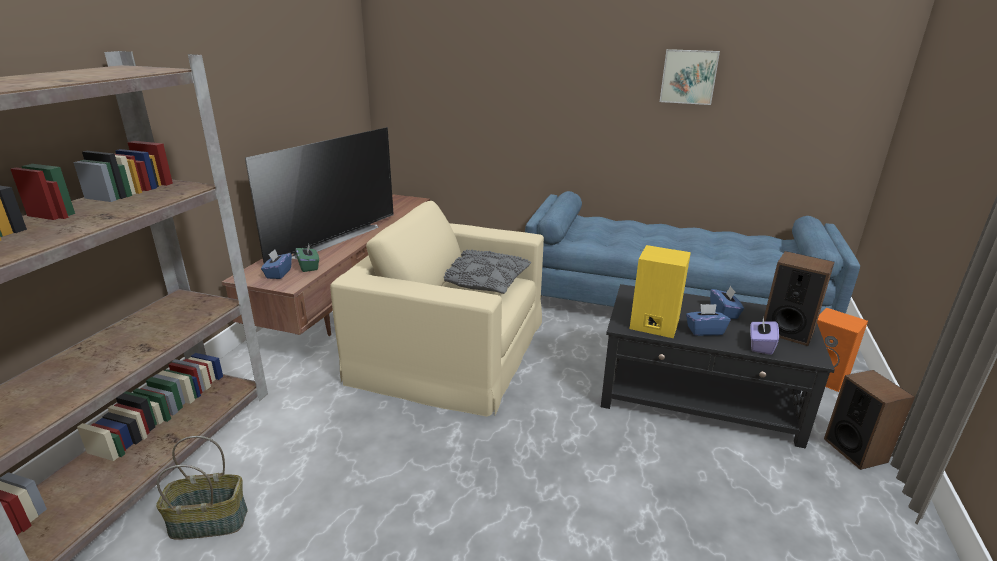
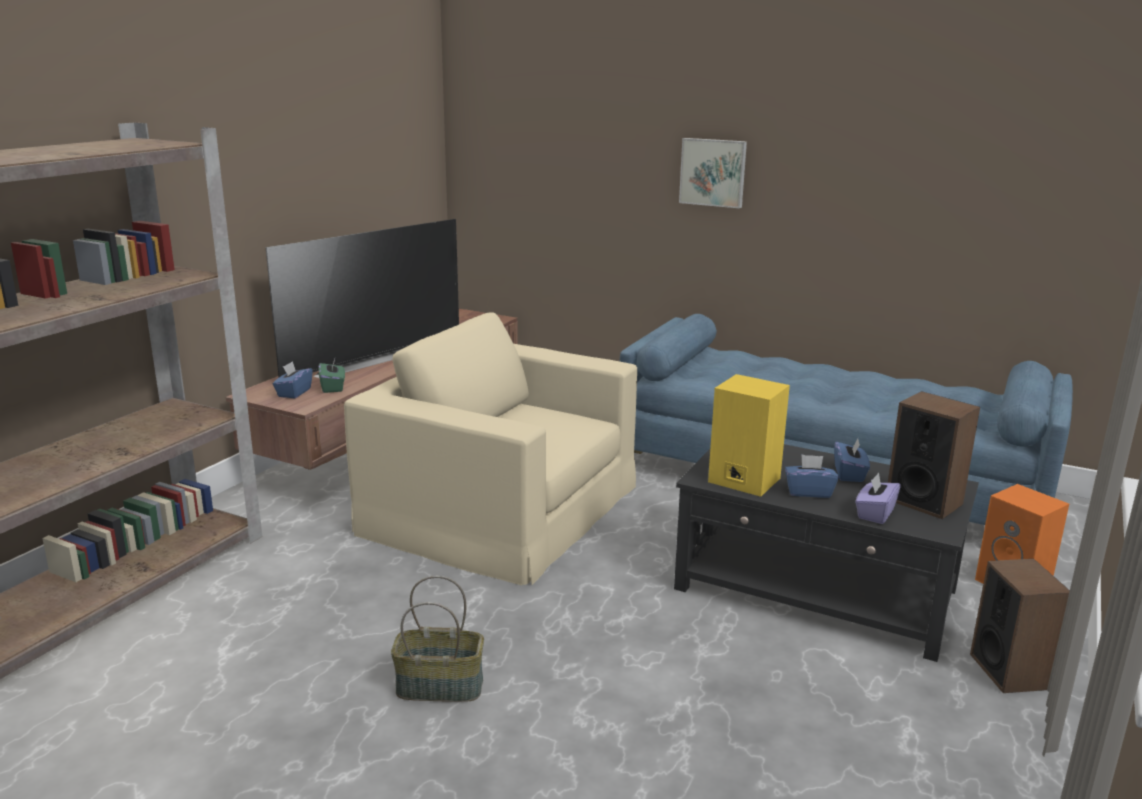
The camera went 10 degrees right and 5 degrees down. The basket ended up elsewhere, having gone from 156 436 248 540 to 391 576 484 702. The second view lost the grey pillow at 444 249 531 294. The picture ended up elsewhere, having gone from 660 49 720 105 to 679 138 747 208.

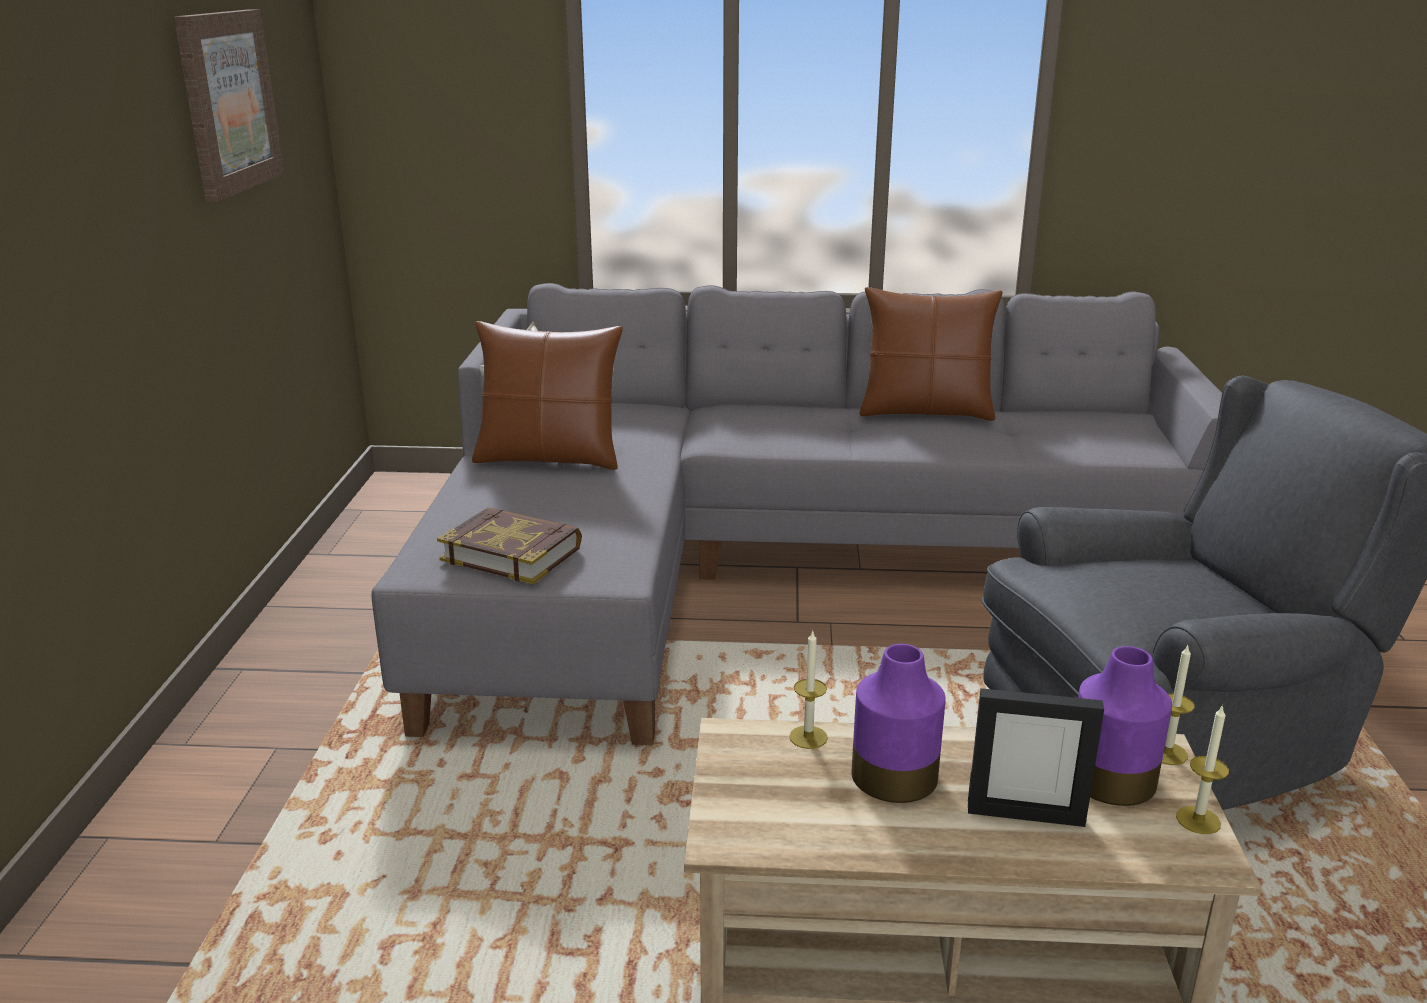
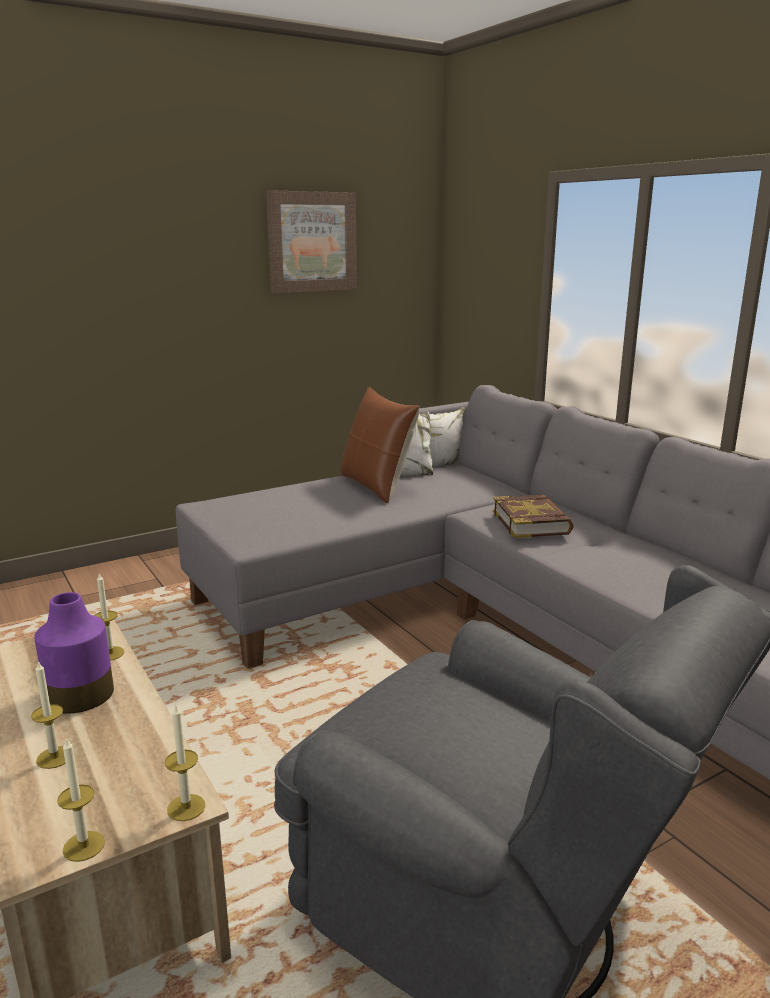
The camera went 55 degrees right and 5 degrees down. The book ended up elsewhere, having gone from 437 507 582 584 to 493 495 574 538. The second view lost the brown pillow at 859 287 1003 421. Where the picture frame stood at 968 688 1104 827, the candle came to stand at 31 660 66 769. The second view lost the purple vase at 1078 646 1172 806.

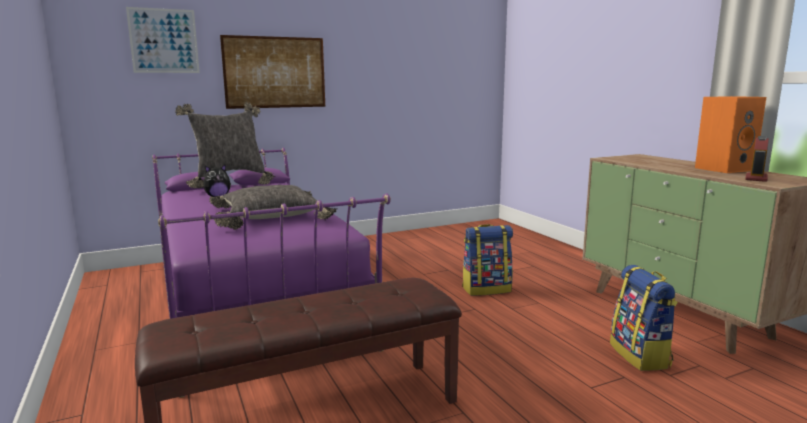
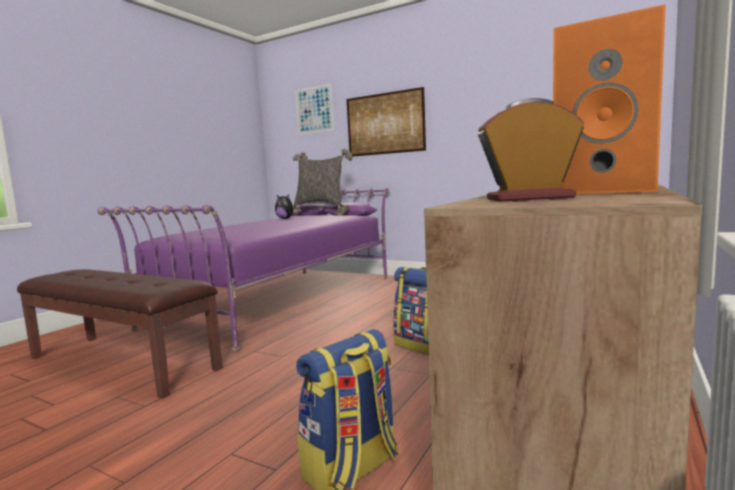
The camera went 55 degrees right and 5 degrees down. The second view lost the pillow at 209 185 337 230.

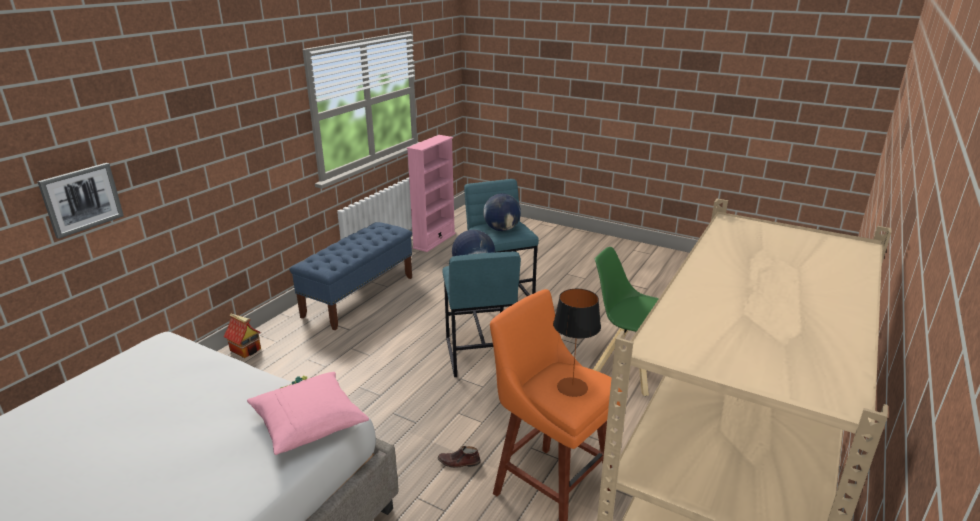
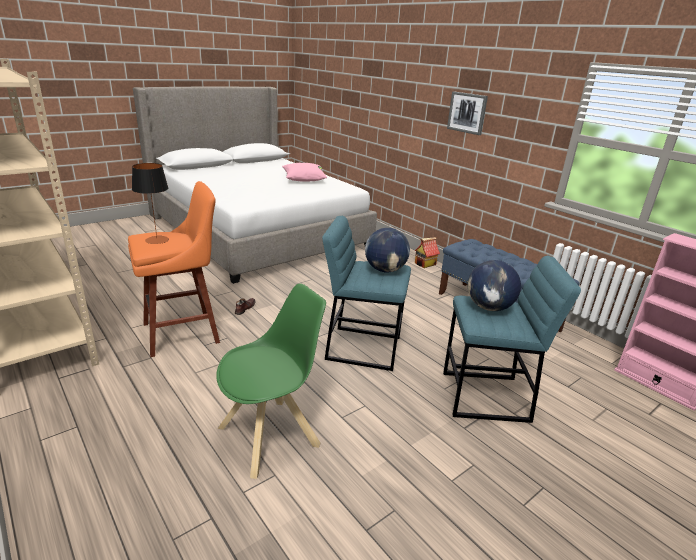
The camera went 110 degrees right and 0 degrees up. The picture ended up elsewhere, having gone from 37 163 124 239 to 447 91 488 135. The pink pillow ended up elsewhere, having gone from 247 372 369 455 to 282 163 327 182.

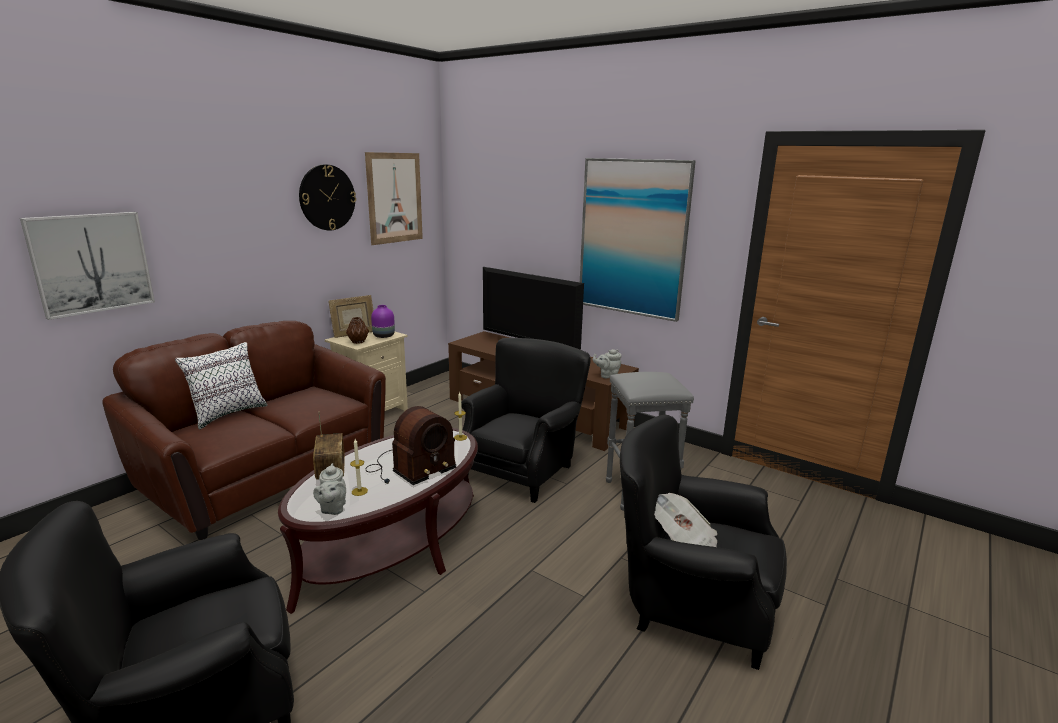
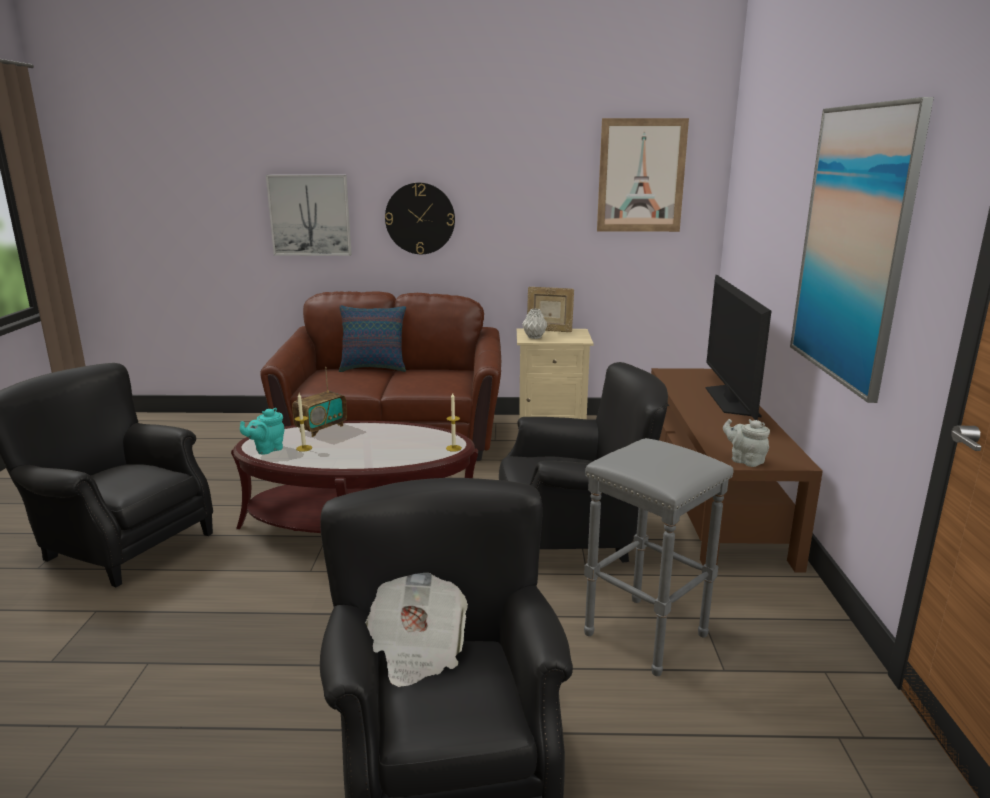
The camera went 55 degrees right and 0 degrees up. What was the white pillow at 175 342 268 429 turned into the blue pillow at 339 305 406 372. The wall clock ended up elsewhere, having gone from 299 164 356 230 to 385 183 455 254. What was the grey teapot at 313 463 346 515 turned into the turquoise teapot at 240 408 284 454. What was the brown vase at 346 317 369 344 turned into the grey vase at 522 308 548 339. The second view lost the radio at 366 406 456 485. The second view lost the purple vase at 371 305 395 338.

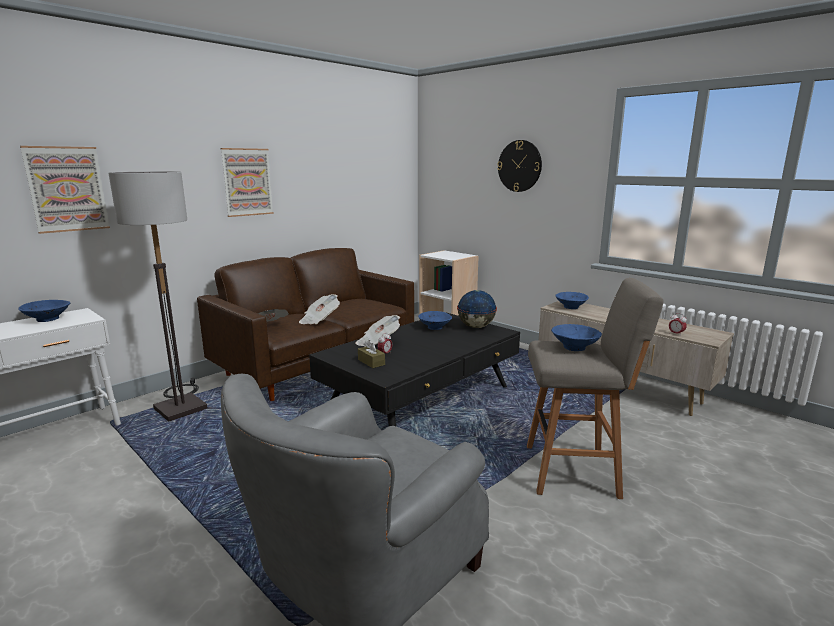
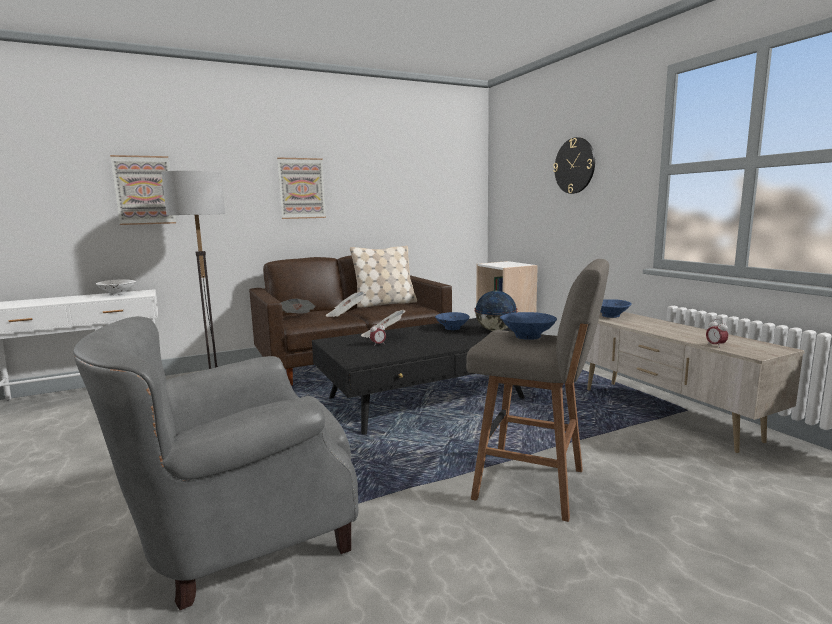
The camera went 20 degrees right and 5 degrees down. What was the blue bowl at 18 300 71 322 turned into the white bowl at 96 279 136 295. The second view lost the brown tissue box at 358 340 385 368. The second view gained the beige pillow at 350 246 417 308.

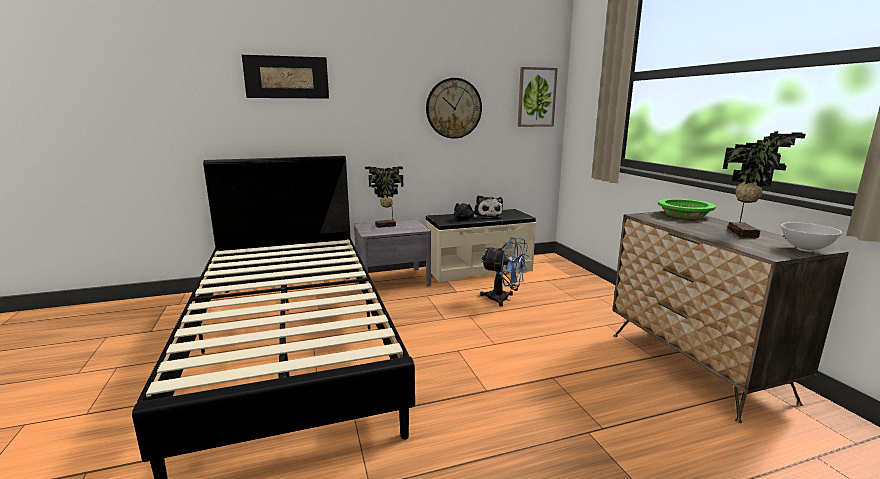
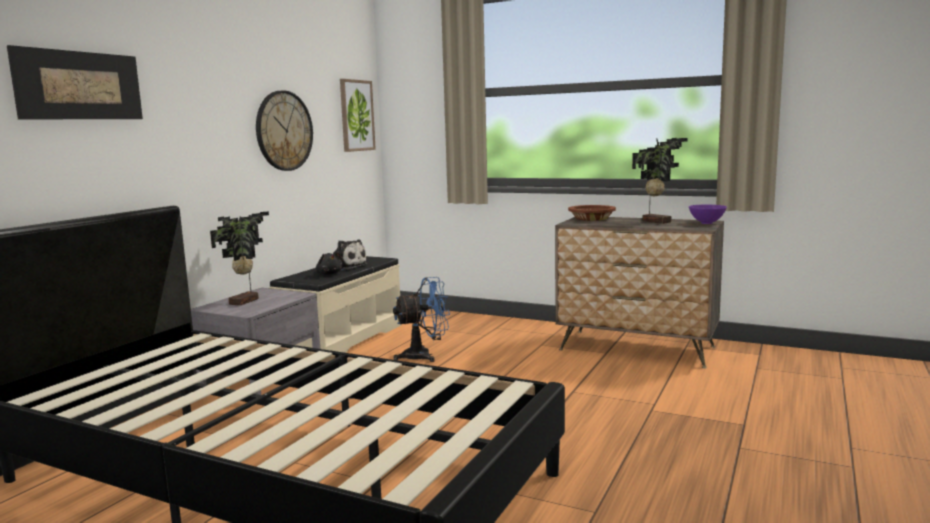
The camera went 45 degrees left and 5 degrees down. What was the green bowl at 658 199 716 219 turned into the brown bowl at 568 205 616 221. What was the white bowl at 781 222 842 252 turned into the purple bowl at 689 205 727 224.

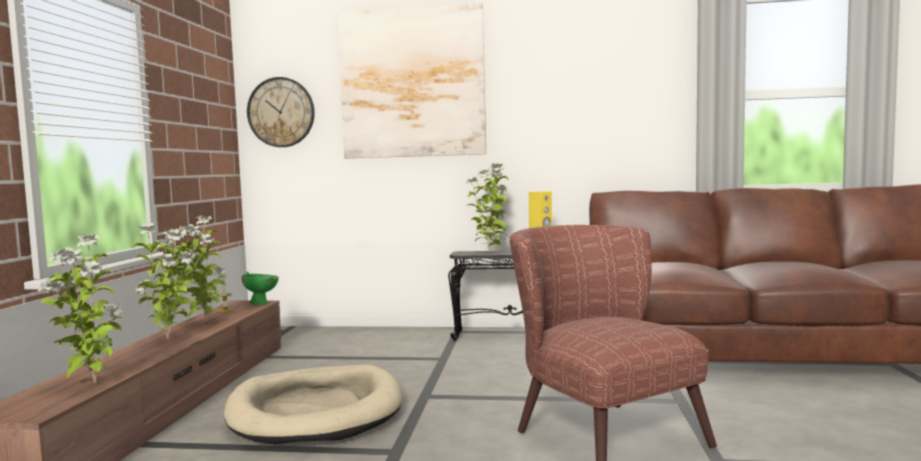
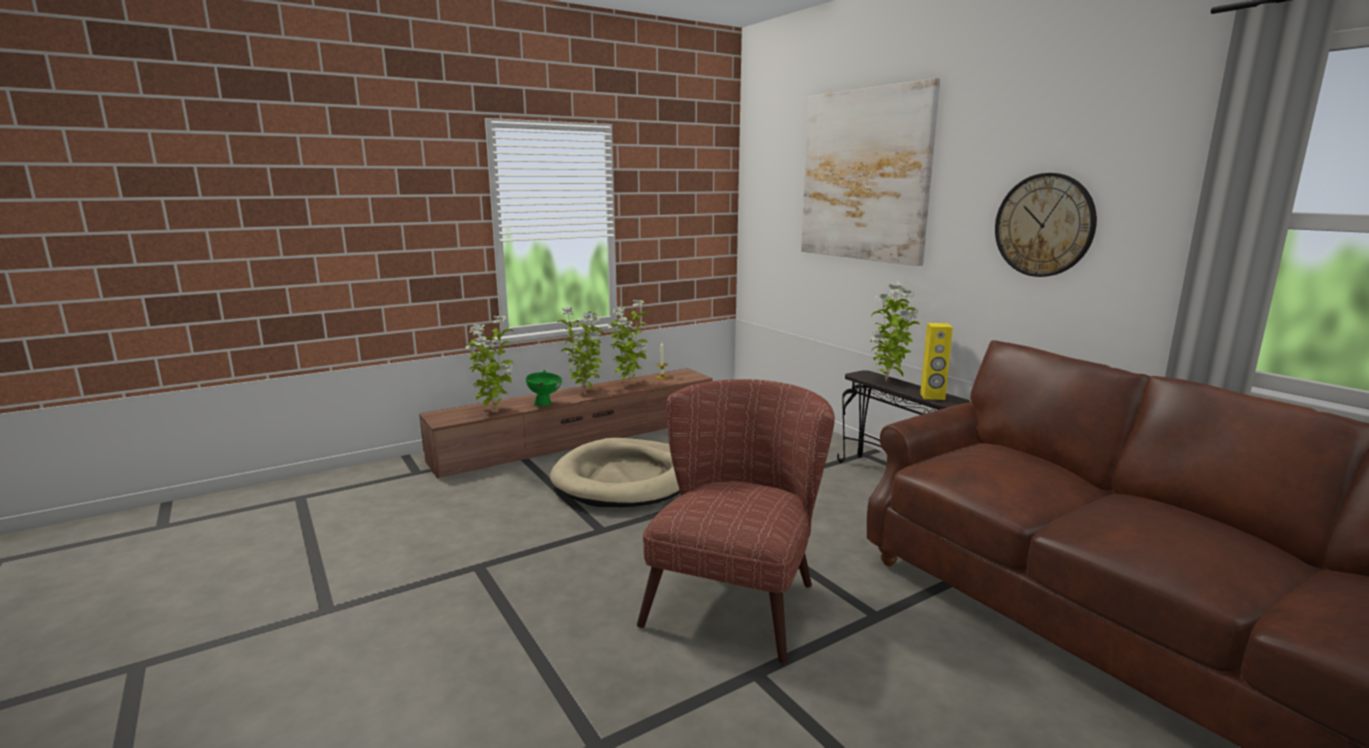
The camera went 50 degrees right and 10 degrees up. The green bowl ended up elsewhere, having gone from 241 272 279 305 to 526 370 562 406. The wall clock ended up elsewhere, having gone from 247 77 315 147 to 995 173 1097 277.

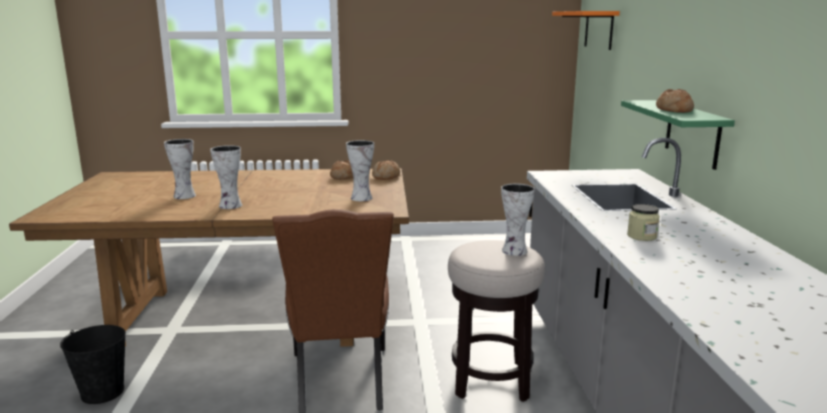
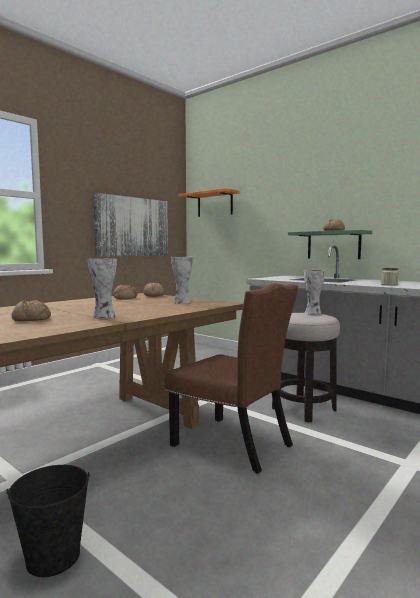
The camera went 45 degrees left and 10 degrees down. Where the vase stood at 164 139 196 199, the bread came to stand at 11 300 51 321. The second view gained the picture at 93 193 168 257.

